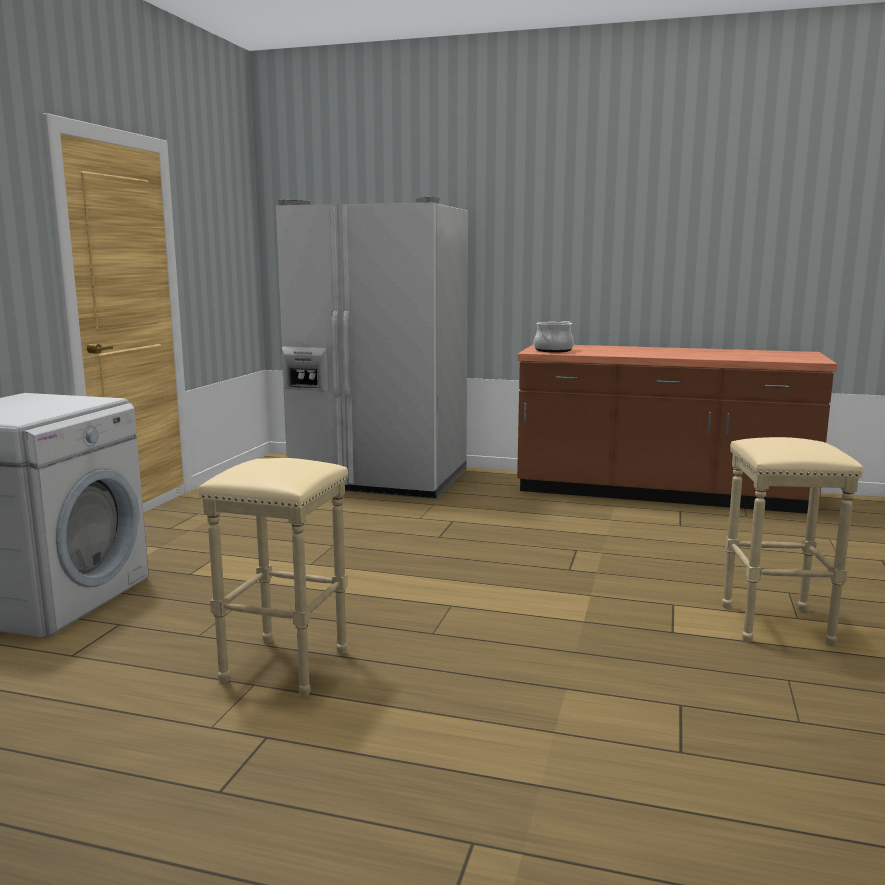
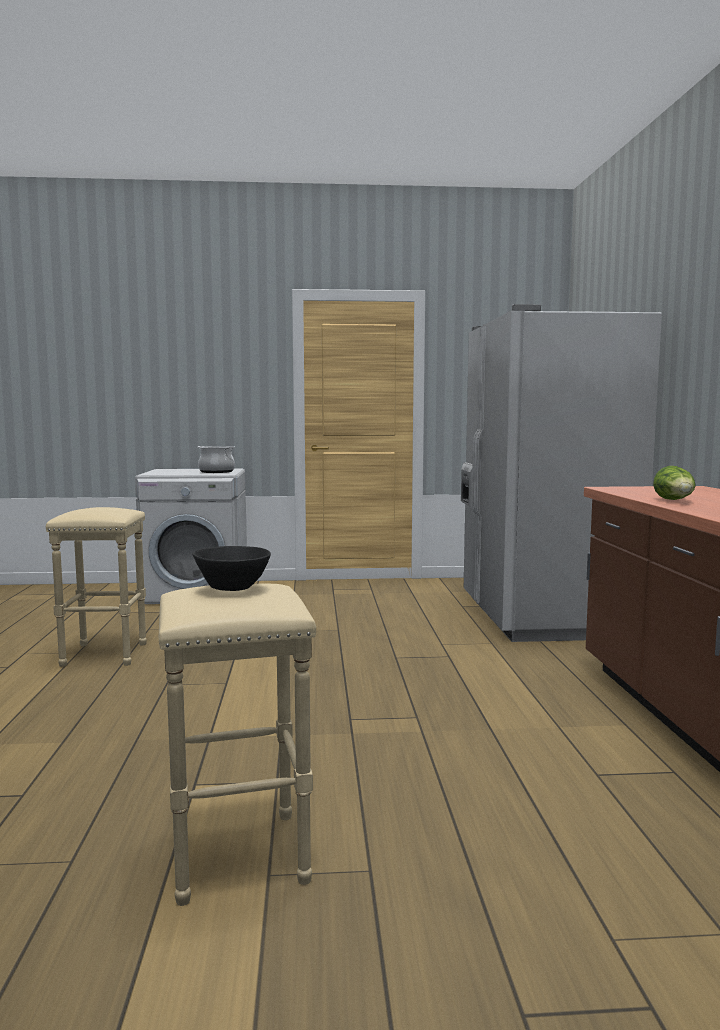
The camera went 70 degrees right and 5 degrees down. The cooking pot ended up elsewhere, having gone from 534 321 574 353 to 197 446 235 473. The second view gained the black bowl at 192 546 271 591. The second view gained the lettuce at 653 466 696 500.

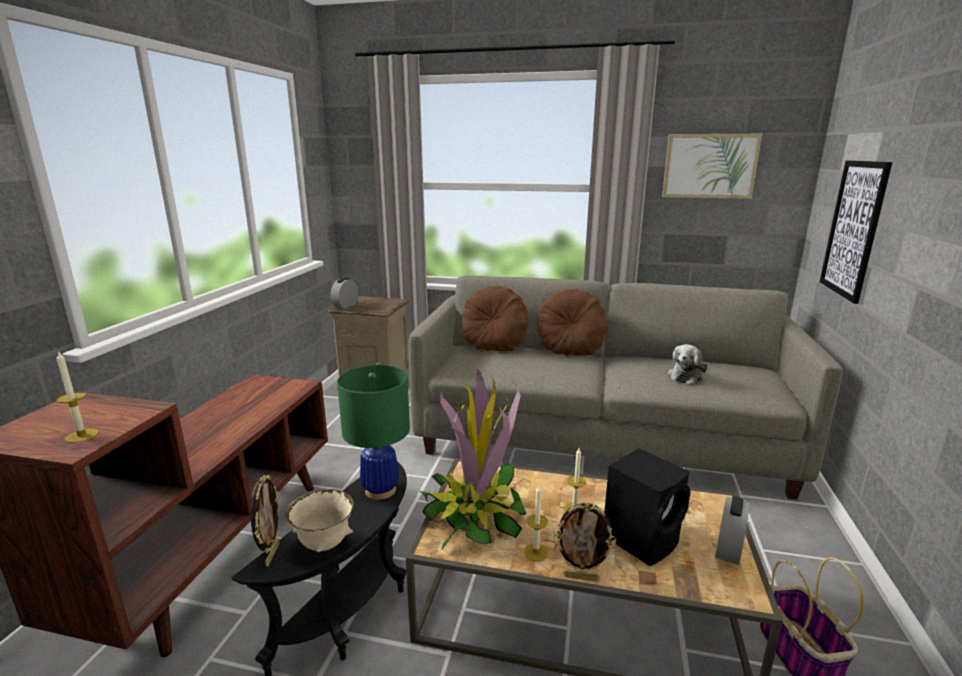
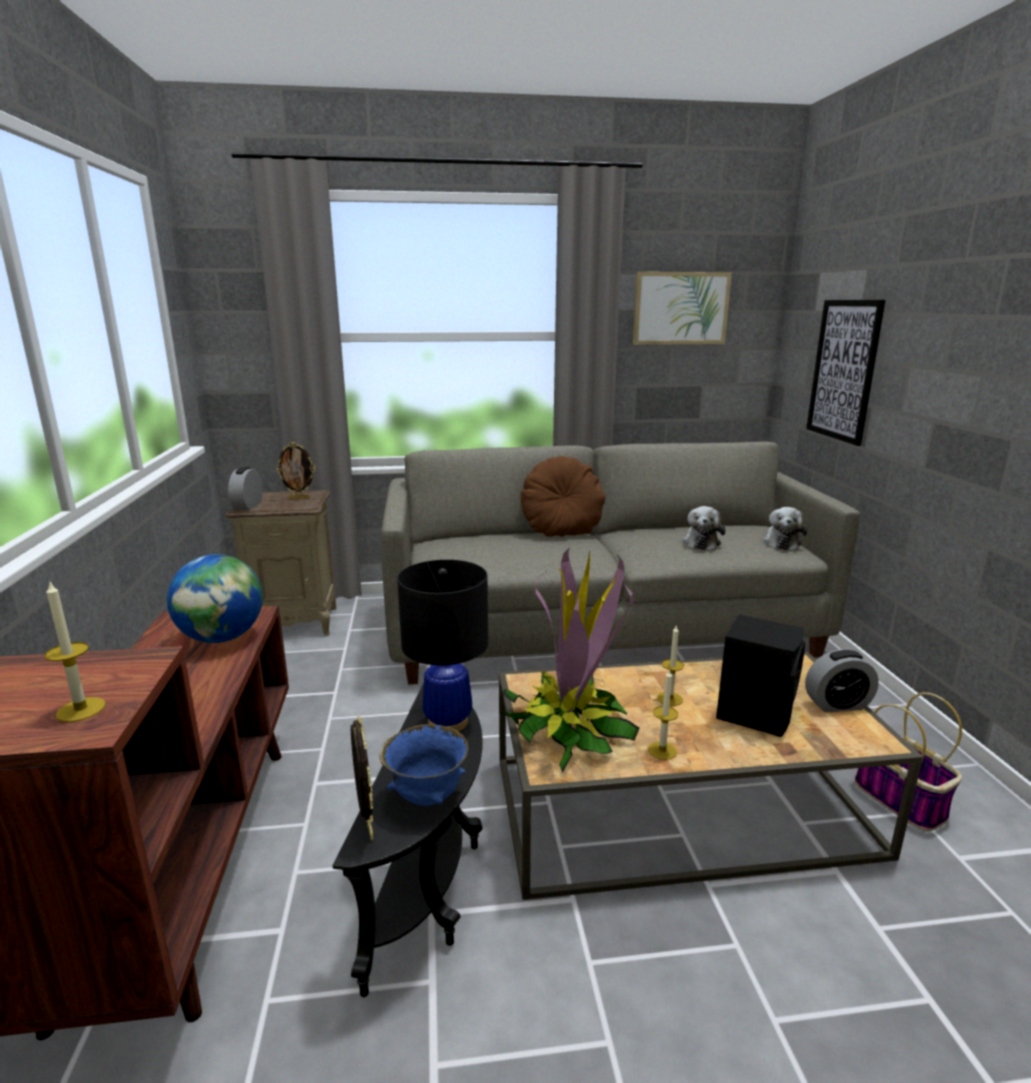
The camera went 20 degrees left and 0 degrees up. What was the beige bowl at 285 489 354 552 turned into the blue bowl at 379 724 469 806. What was the green table lamp at 337 365 410 500 turned into the black table lamp at 397 560 488 731. The second view lost the brown pillow at 462 286 528 351. The picture frame ended up elsewhere, having gone from 553 502 616 581 to 276 442 316 500. The alarm clock at 715 496 749 565 ended up facing another way, 75 degrees clockwise from before. The second view gained the globe at 167 554 263 643. The second view gained the plush toy at 762 507 807 550.

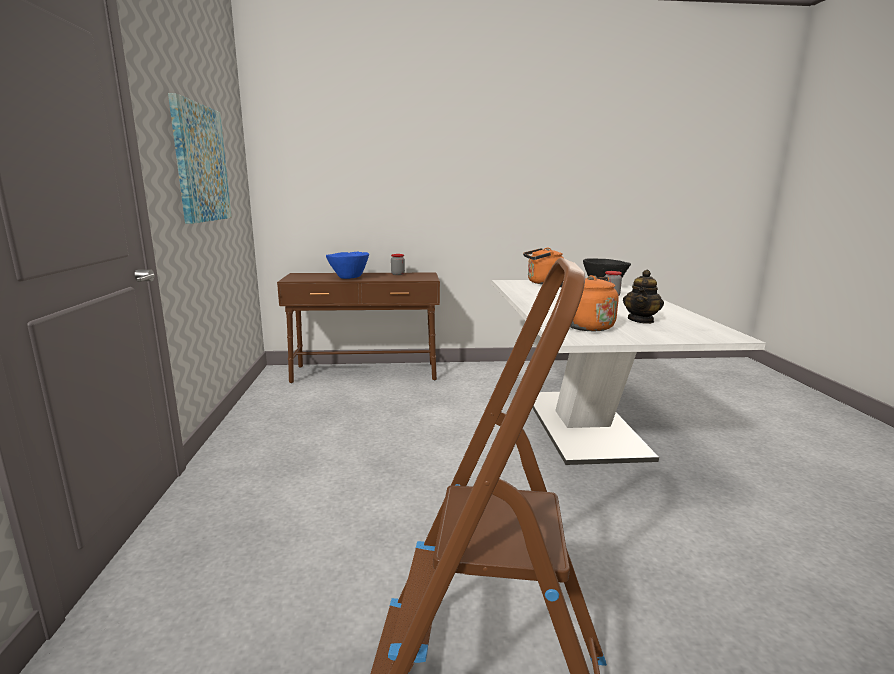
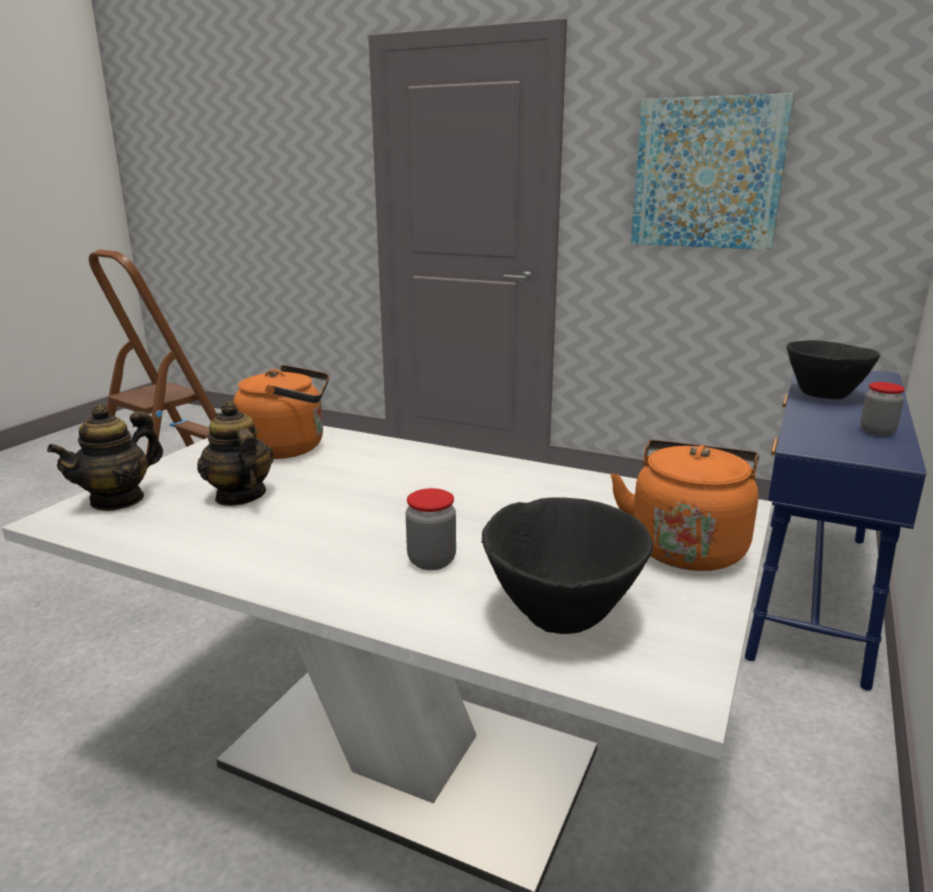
The camera went 120 degrees right and 5 degrees up. What was the brown console table at 277 273 440 383 turned into the blue console table at 745 370 926 691. What was the blue bowl at 326 252 369 279 turned into the black bowl at 787 340 881 399. The second view gained the teapot at 47 404 163 511.

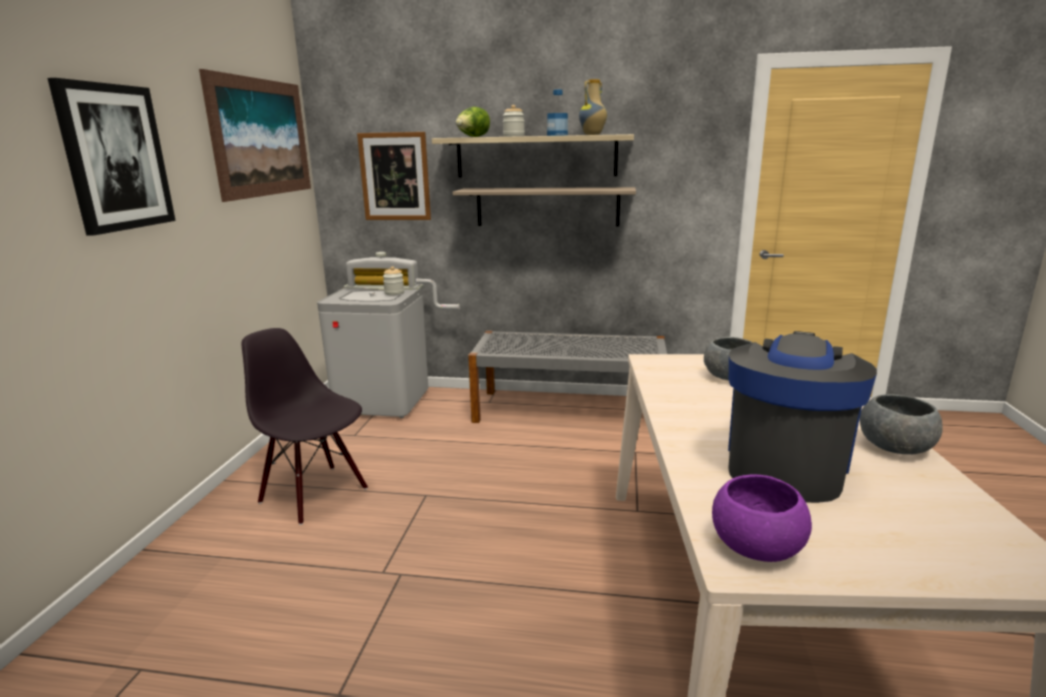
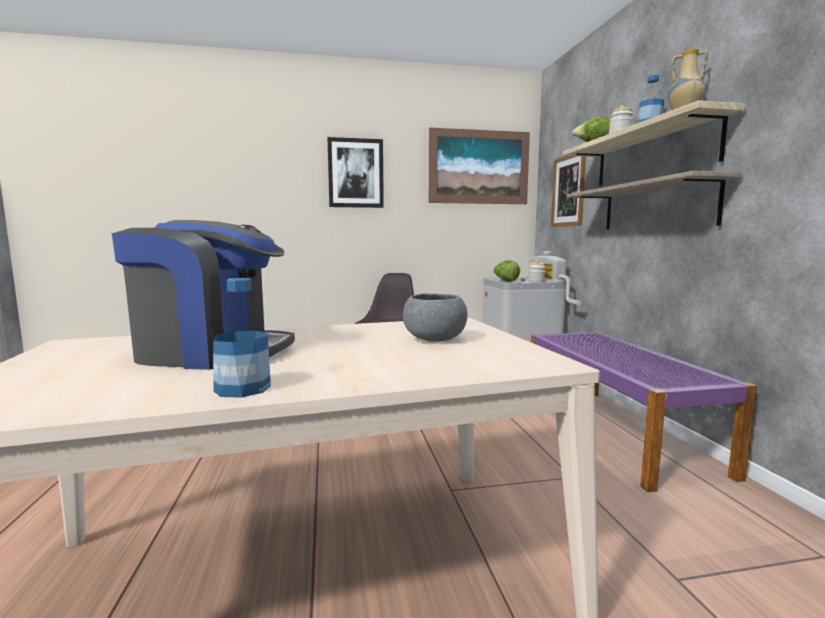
The camera went 70 degrees right and 10 degrees down. What was the grey bench at 468 331 667 423 turned into the purple bench at 531 332 757 492. The second view lost the purple bowl at 712 475 812 562. Where the grey bowl stood at 860 394 943 454, the bottle came to stand at 213 278 271 398. The second view gained the lettuce at 493 260 520 282.

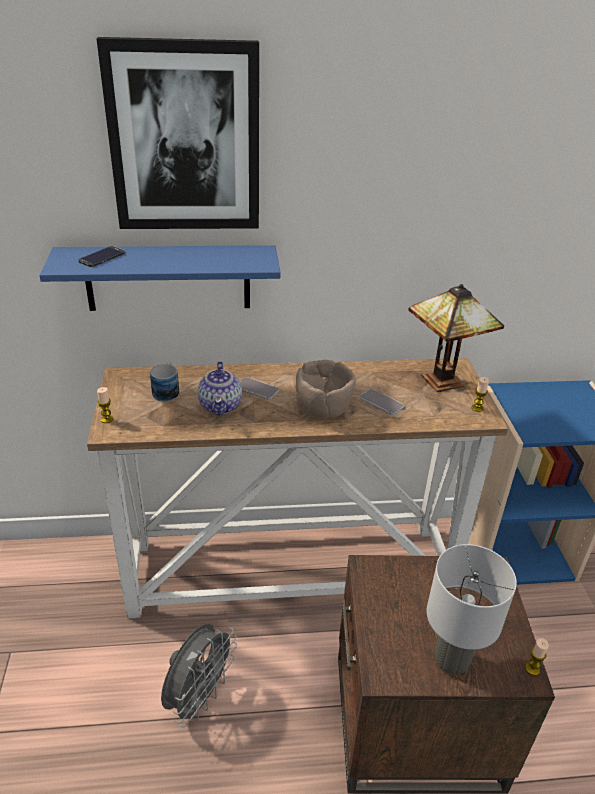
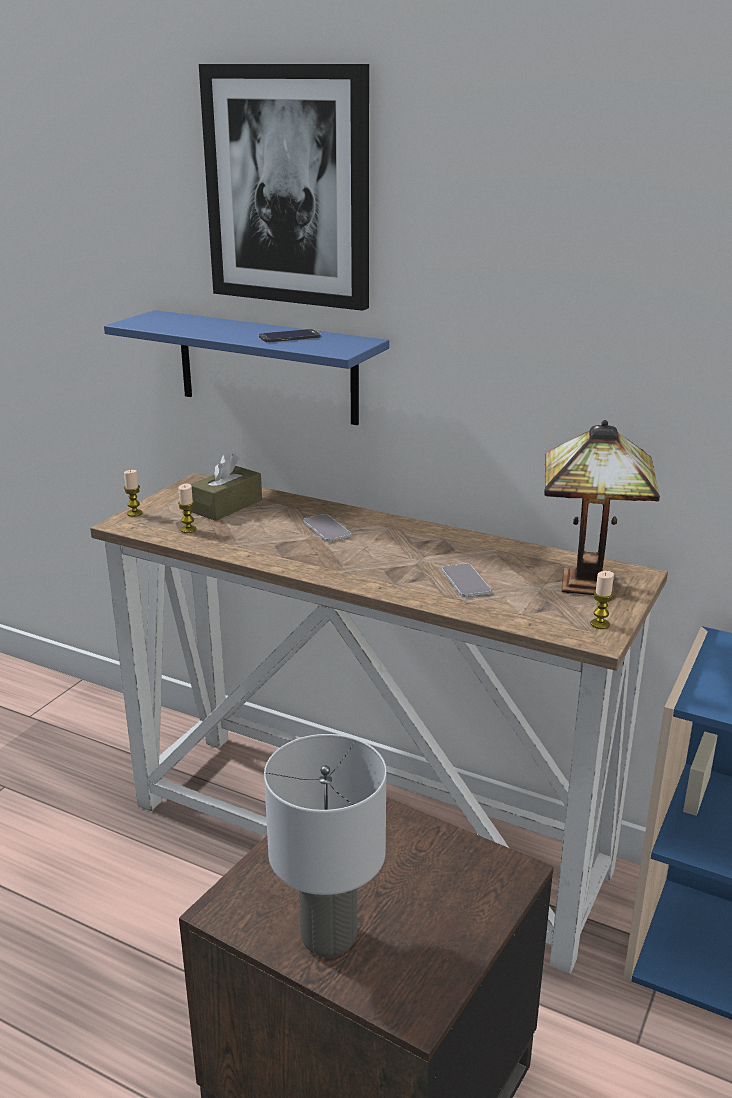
The camera went 35 degrees right and 10 degrees down. The phone ended up elsewhere, having gone from 78 246 125 267 to 259 329 321 342. Where the mug stood at 150 361 179 402, the brown tissue box came to stand at 190 452 262 521. The second view lost the grey fan at 161 624 237 727. The second view lost the teapot at 198 361 242 415. The second view lost the brown bowl at 296 360 356 418. The candle ended up elsewhere, having gone from 525 638 549 676 to 178 484 197 533.

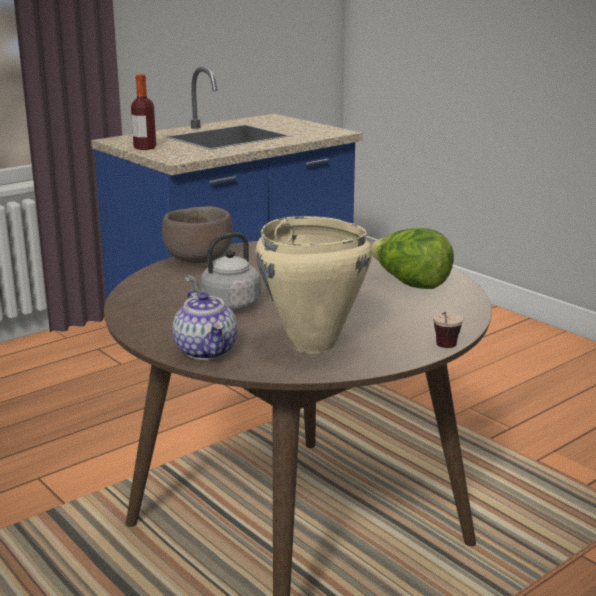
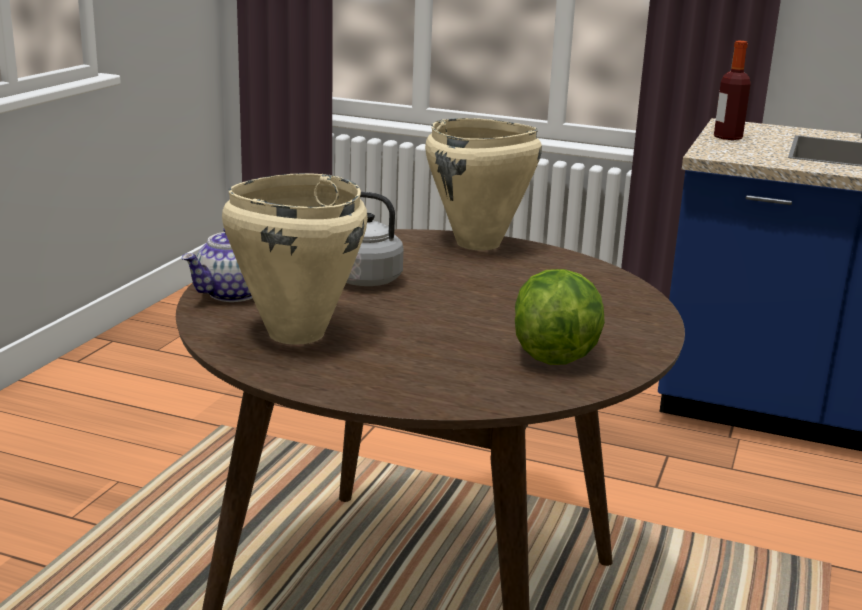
The camera went 60 degrees right and 0 degrees up. Where the brown bowl stood at 162 206 233 263, the beige cooking pot came to stand at 425 118 542 250. The second view lost the cup at 433 312 463 348.

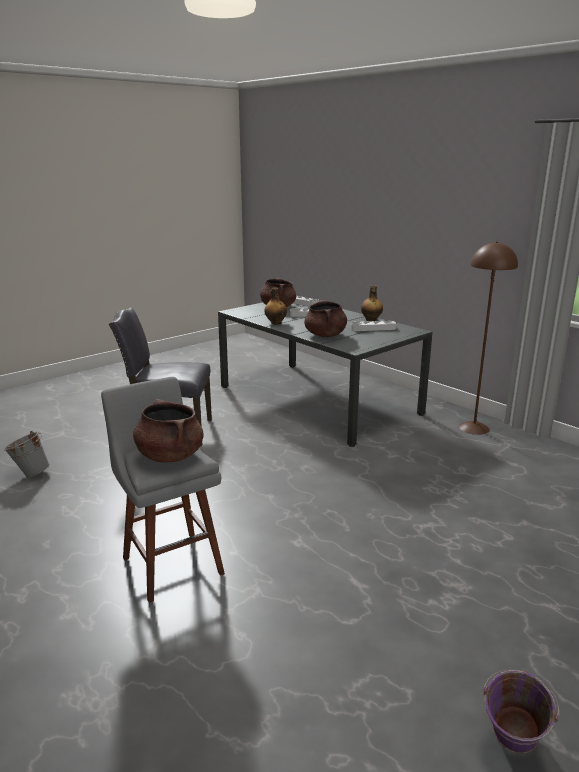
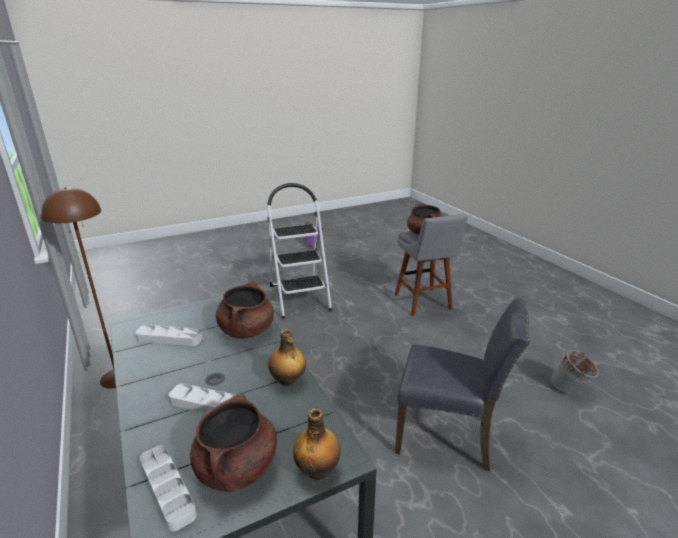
The camera went 165 degrees left and 5 degrees up. The bottle ended up elsewhere, having gone from 361 285 383 321 to 293 408 341 480. The second view gained the step ladder at 268 183 332 319.

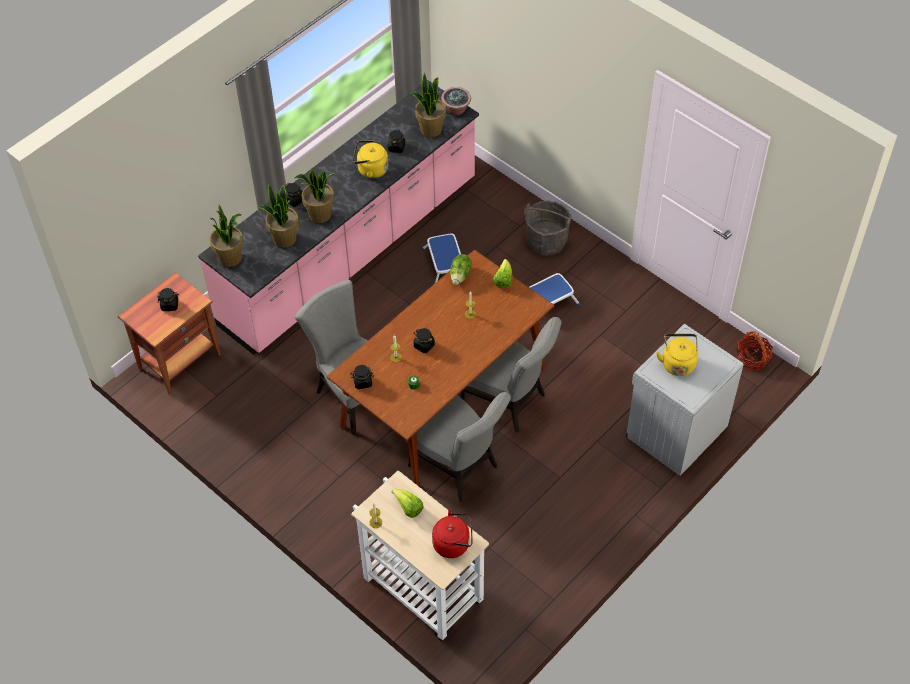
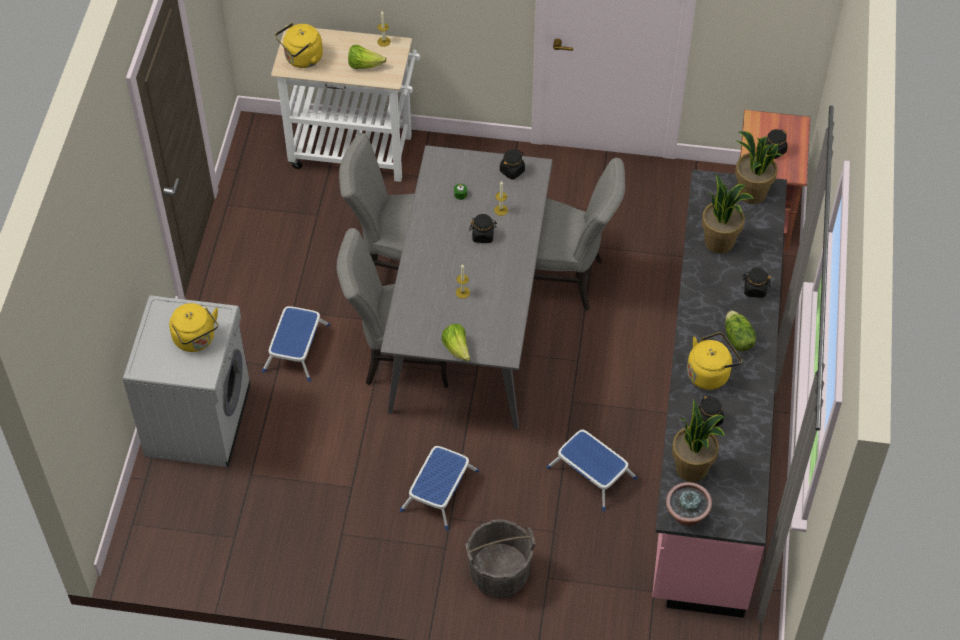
The camera went 145 degrees right and 0 degrees up. The second view lost the potted plant at 294 168 335 223. What was the brown dining table at 327 250 554 486 turned into the grey dining table at 380 145 553 430. What was the red kettle at 432 509 473 558 turned into the yellow kettle at 275 23 323 68. The lettuce ended up elsewhere, having gone from 450 254 472 285 to 725 311 756 352. The second view lost the basket at 737 331 773 371. The second view gained the blue step ladder at 262 306 330 382.

